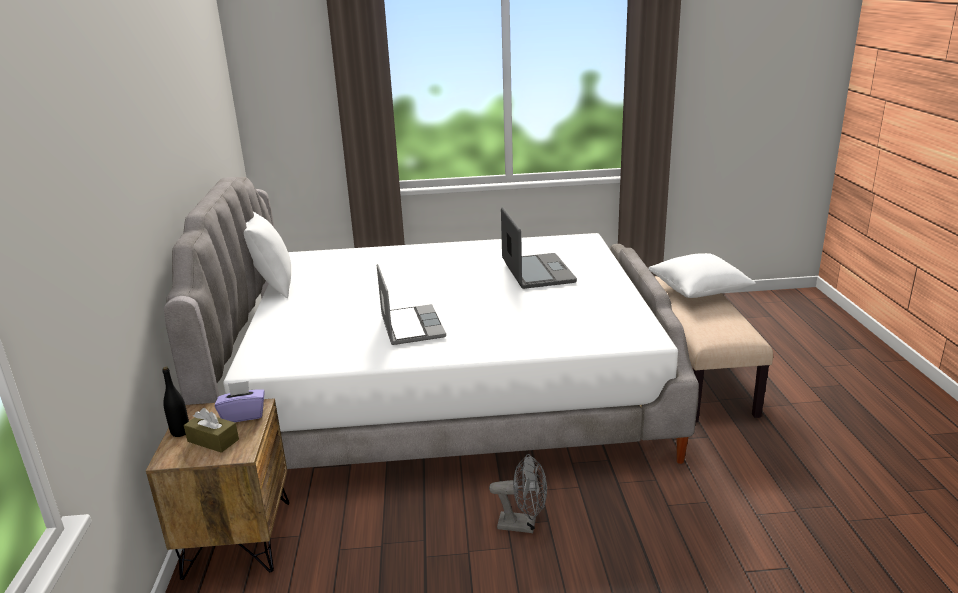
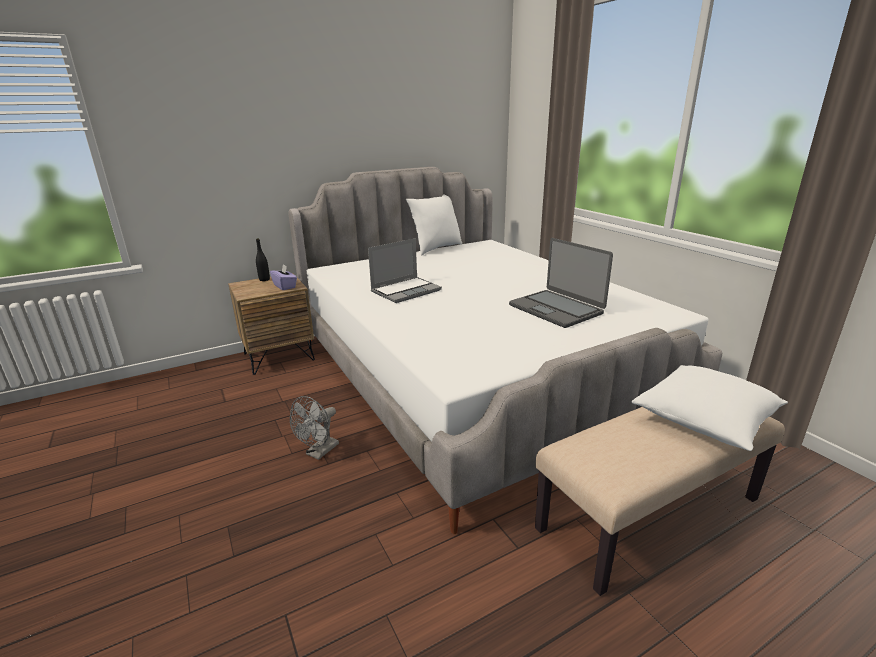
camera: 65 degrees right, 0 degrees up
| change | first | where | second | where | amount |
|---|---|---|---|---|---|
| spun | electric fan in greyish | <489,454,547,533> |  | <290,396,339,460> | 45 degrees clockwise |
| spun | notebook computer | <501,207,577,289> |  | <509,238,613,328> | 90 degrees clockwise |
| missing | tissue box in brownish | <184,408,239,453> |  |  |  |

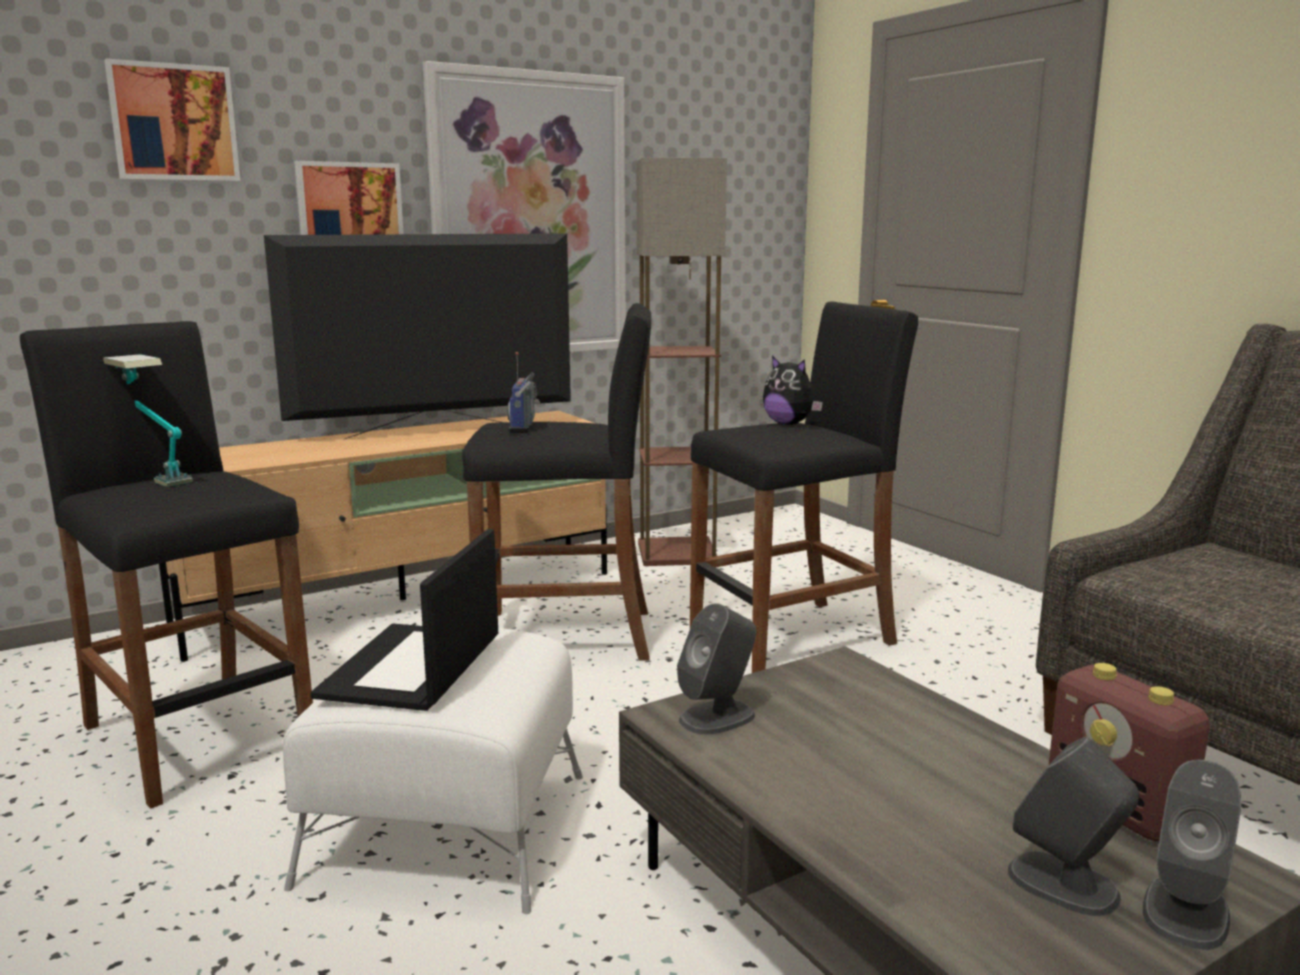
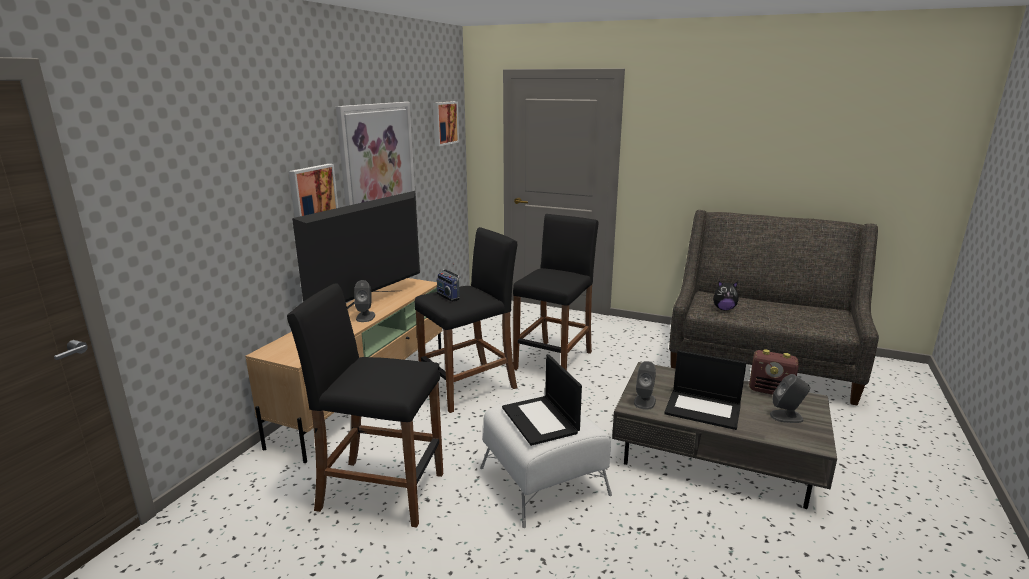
camera: 35 degrees left, 5 degrees up
| change | first | where | second | where | amount |
|---|---|---|---|---|---|
| relocated | audio speaker in greyish | <1143,760,1241,950> |  | <355,280,375,322> |  |
| relocated | picture | <104,59,240,181> |  | <433,101,459,146> |  |
| appeared |  |  | notebook computer | <664,350,746,430> |  |
| relocated | soft toy | <763,356,823,425> |  | <713,281,739,310> |  |
| missing | tabletop lamp | <103,354,193,487> |  |  |  |
| missing | floor lamp | <636,157,727,566> |  |  |  |

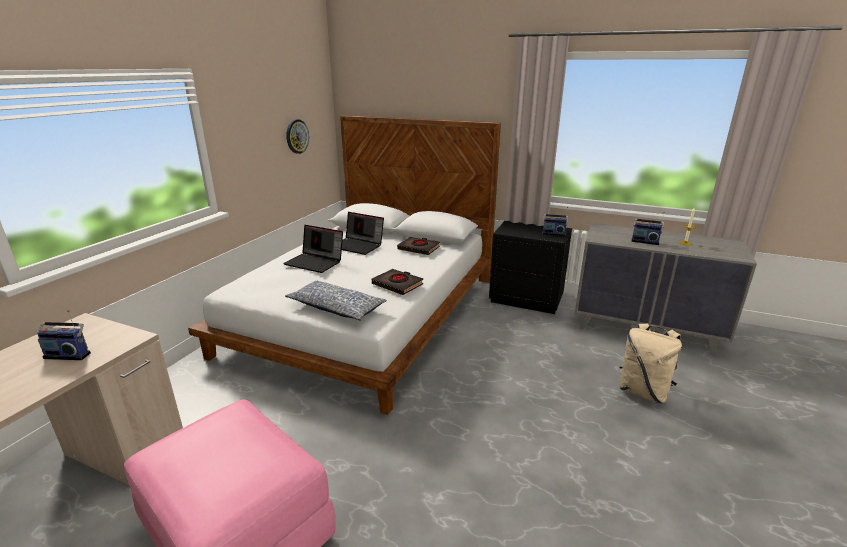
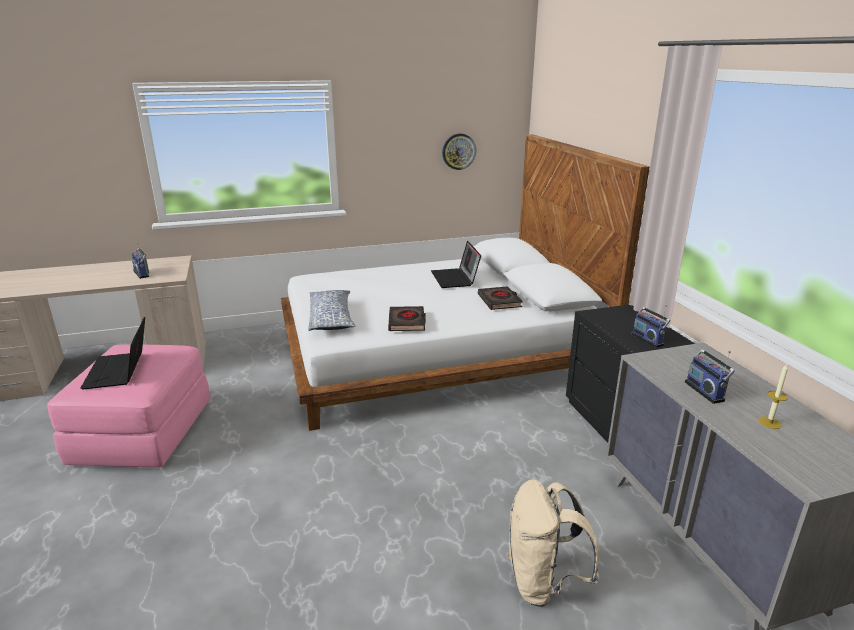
camera: 50 degrees right, 0 degrees up
| change | first | where | second | where | amount |
|---|---|---|---|---|---|
| relocated | notebook computer | <283,225,343,273> |  | <81,317,145,389> |  |

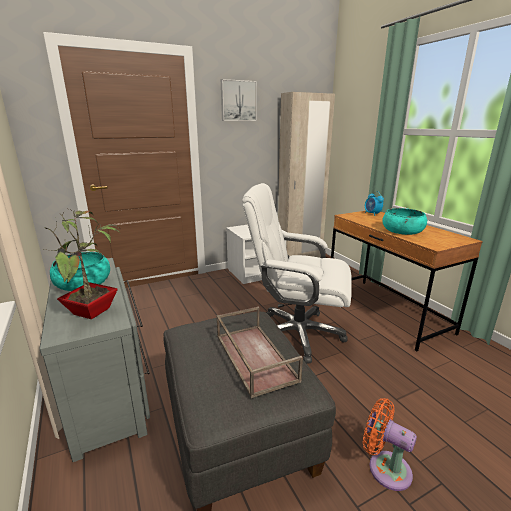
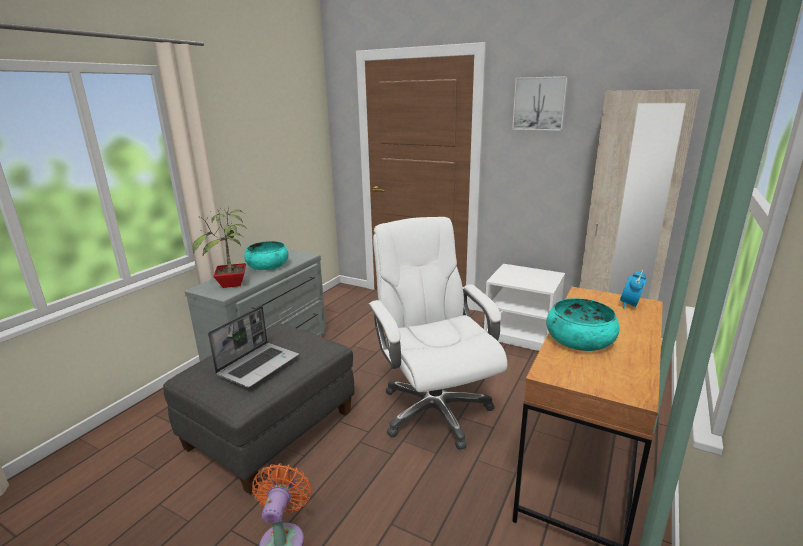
camera: 55 degrees right, 0 degrees up
| change | first | where | second | where | amount |
|---|---|---|---|---|---|
| exchanged | tray in brownish | <216,307,303,399> | notebook computer | <208,306,299,388> |  |

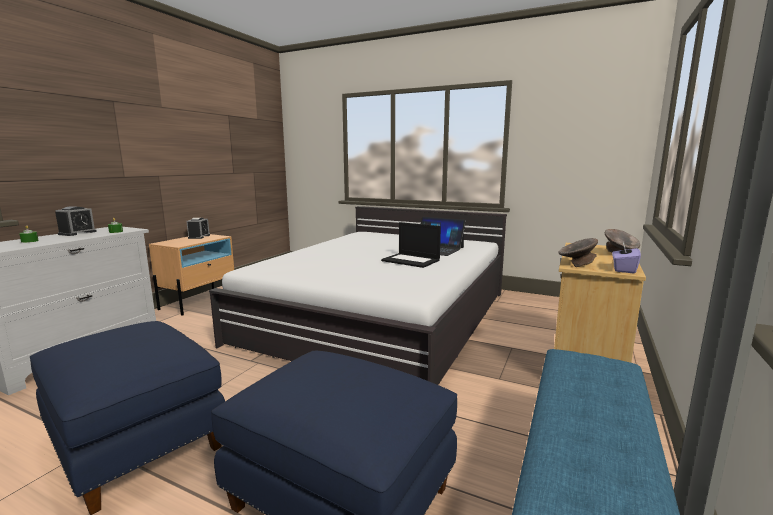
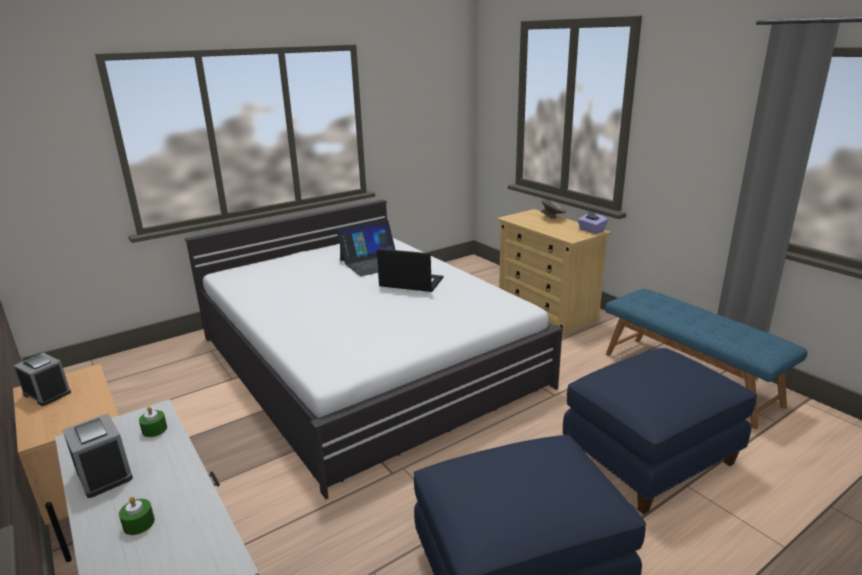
camera: 60 degrees left, 10 degrees up
| change | first | where | second | where | amount |
|---|---|---|---|---|---|
| spun | notebook computer | <381,222,441,268> |  | <377,249,443,292> | 135 degrees counterclockwise |
| missing | deep dish in greyish | <559,238,598,267> |  |  |  |

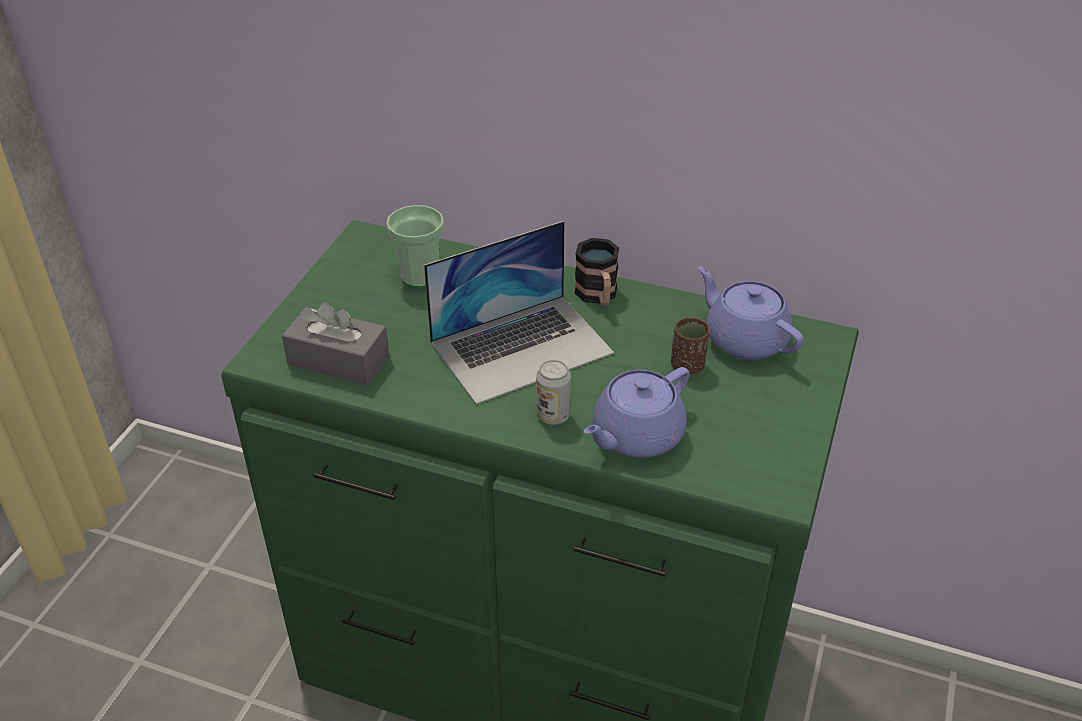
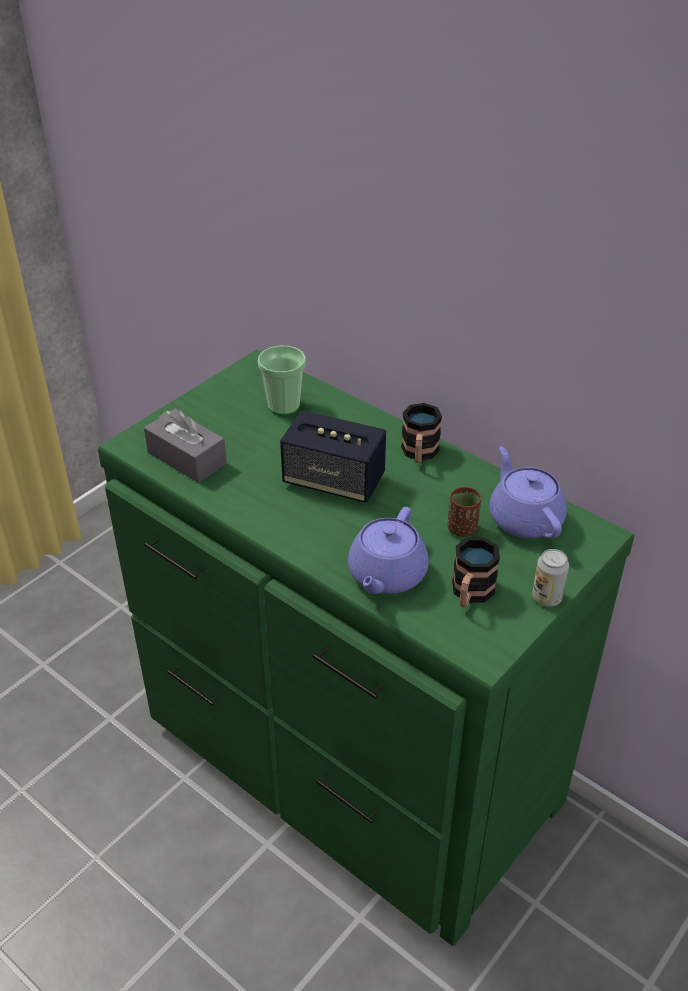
camera: 20 degrees right, 0 degrees up
| change | first | where | second | where | amount |
|---|---|---|---|---|---|
| exchanged | notebook computer | <424,221,614,405> | audio speaker | <280,410,386,503> |  |
| spun | teapot in purplish | <584,367,690,458> |  | <348,507,429,594> | 45 degrees counterclockwise |
| appeared |  |  | mug | <452,537,500,607> |  |
| relocated | metal can | <536,360,571,425> |  | <532,549,569,607> |  |

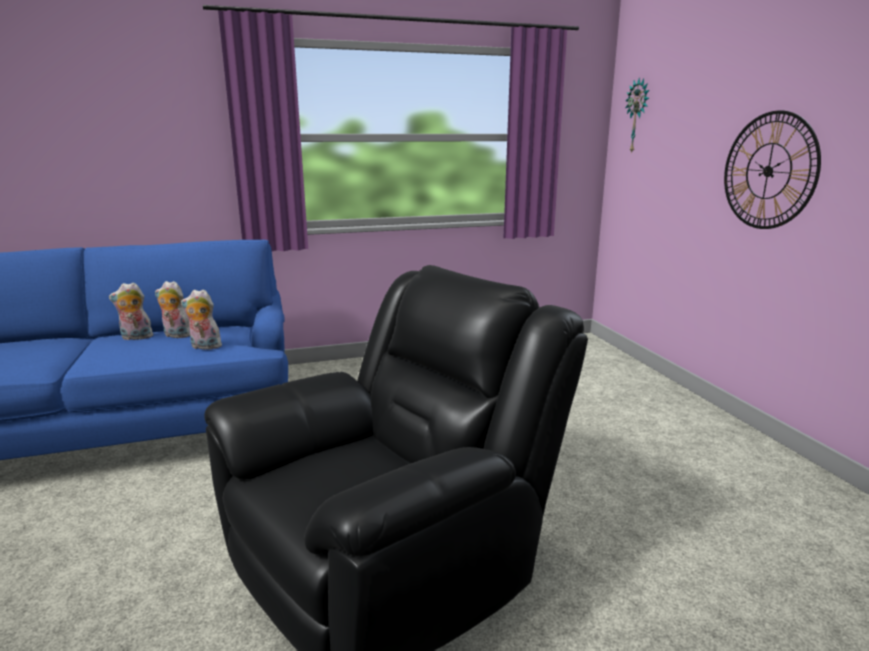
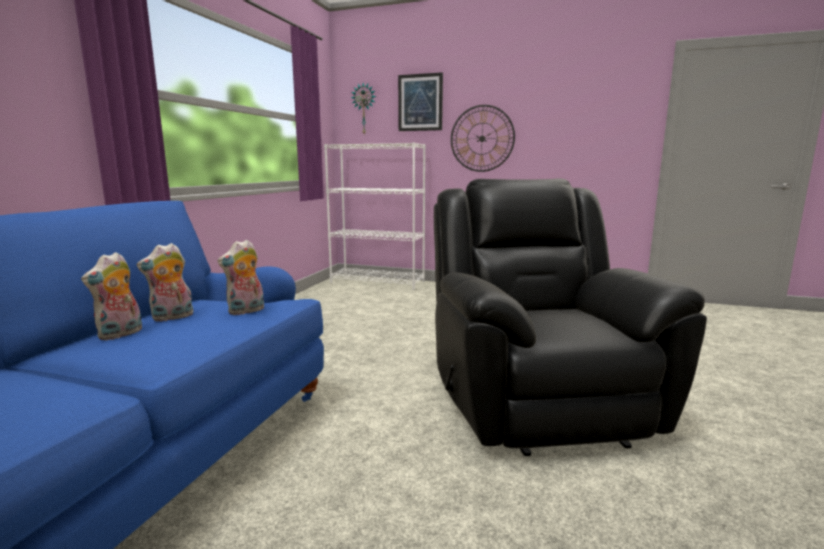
camera: 55 degrees left, 5 degrees down
| change | first | where | second | where | amount |
|---|---|---|---|---|---|
| appeared |  |  | bookcase in white-coloured | <324,143,426,290> |  |
| appeared |  |  | picture | <398,72,443,131> |  |

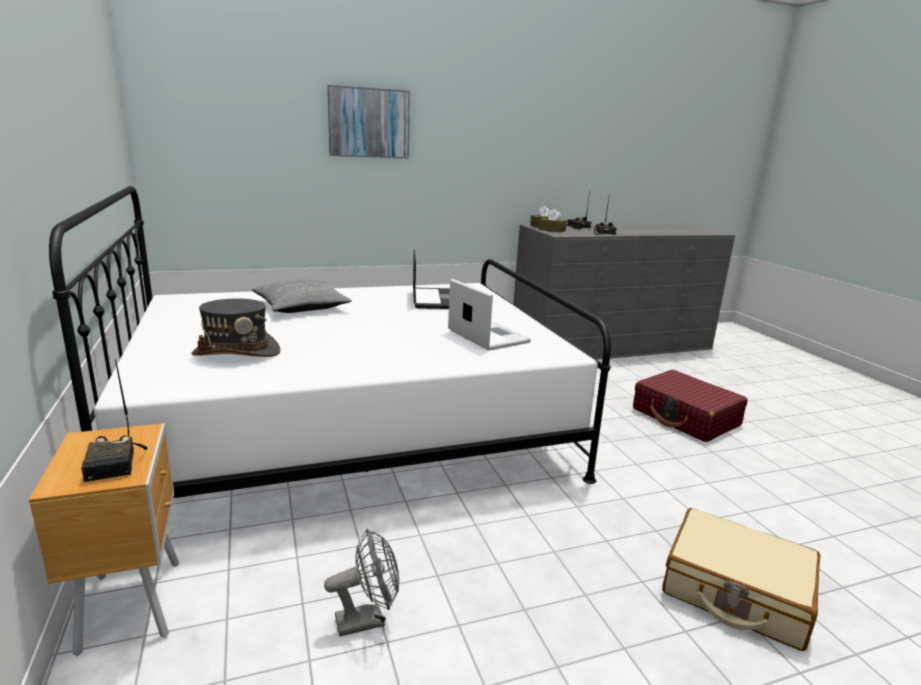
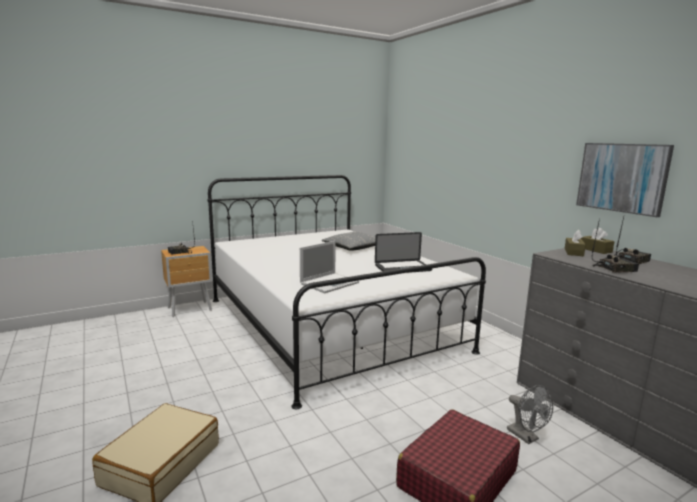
camera: 80 degrees right, 5 degrees down
| change | first | where | second | where | amount |
|---|---|---|---|---|---|
| relocated | electric fan in greyish | <324,529,399,636> |  | <507,385,553,444> |  |
| relocated | picture | <328,85,410,159> |  | <576,143,674,217> |  |
| missing | hat in greyish | <191,299,281,357> |  |  |  |

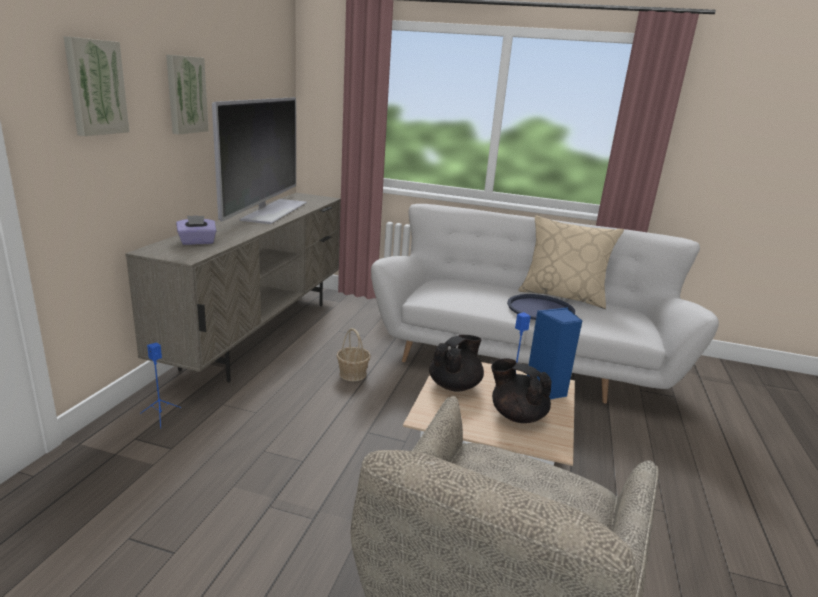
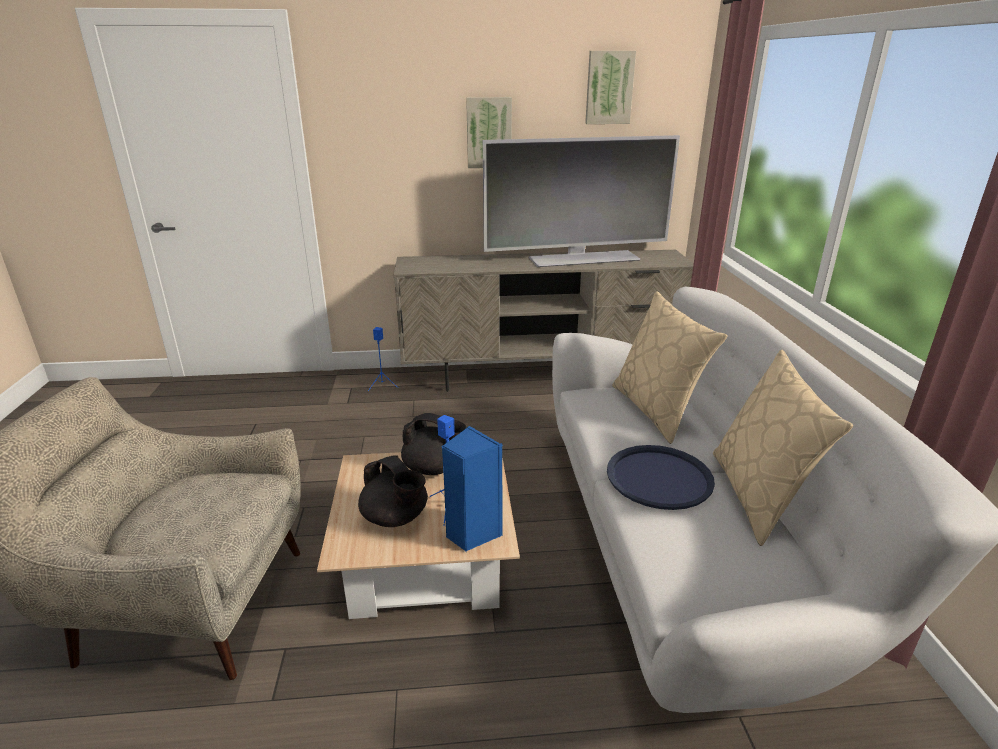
camera: 70 degrees right, 5 degrees up
| change | first | where | second | where | amount |
|---|---|---|---|---|---|
| spun | teapot in blackish | <491,359,552,423> |  | <358,455,428,527> | 120 degrees clockwise |
| relocated | picture | <63,36,129,136> |  | <585,51,636,124> |  |
| appeared |  |  | throw pillow in beige | <612,291,727,444> |  |
| missing | tissue box in purplish | <176,216,216,245> |  |  |  |
| missing | storage basket | <337,328,371,381> |  |  |  |

